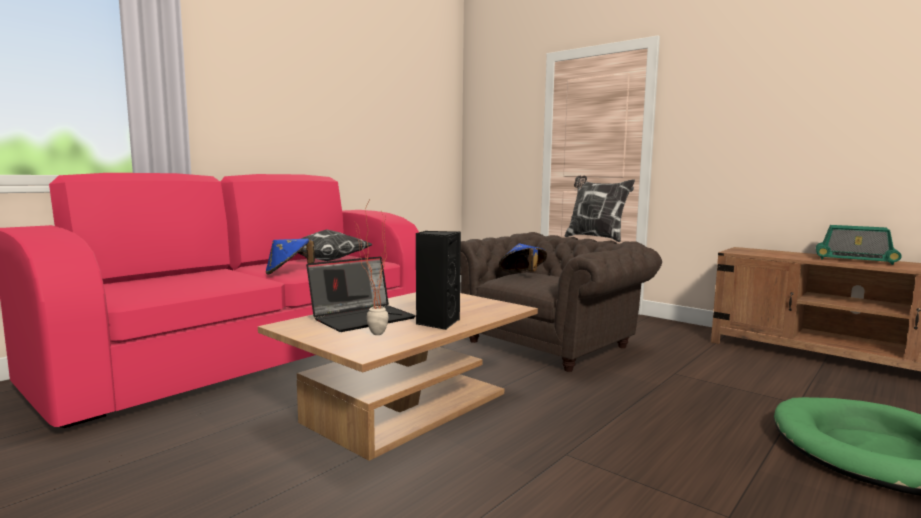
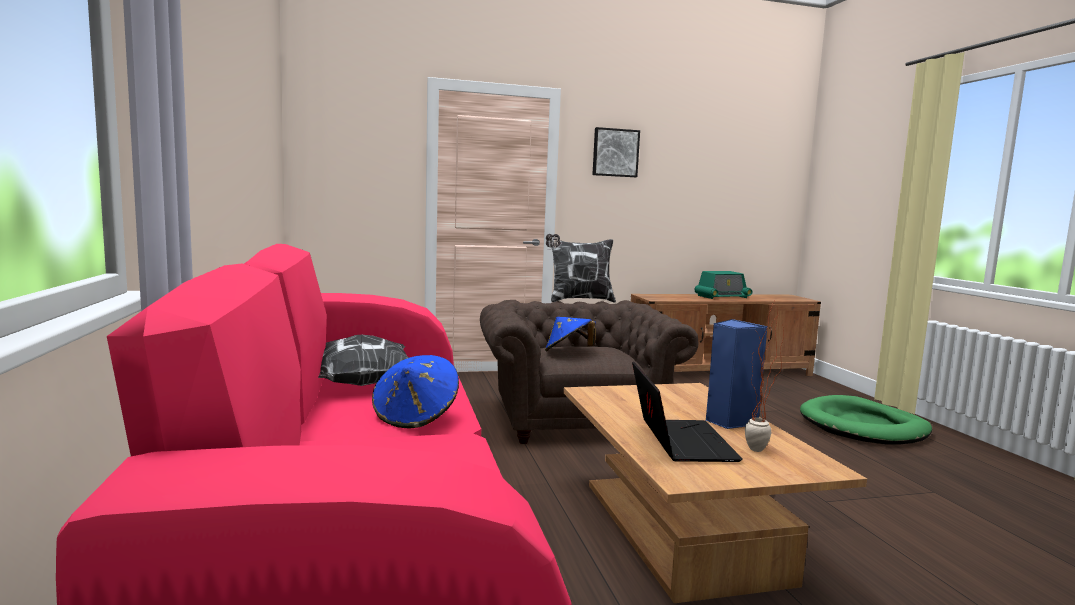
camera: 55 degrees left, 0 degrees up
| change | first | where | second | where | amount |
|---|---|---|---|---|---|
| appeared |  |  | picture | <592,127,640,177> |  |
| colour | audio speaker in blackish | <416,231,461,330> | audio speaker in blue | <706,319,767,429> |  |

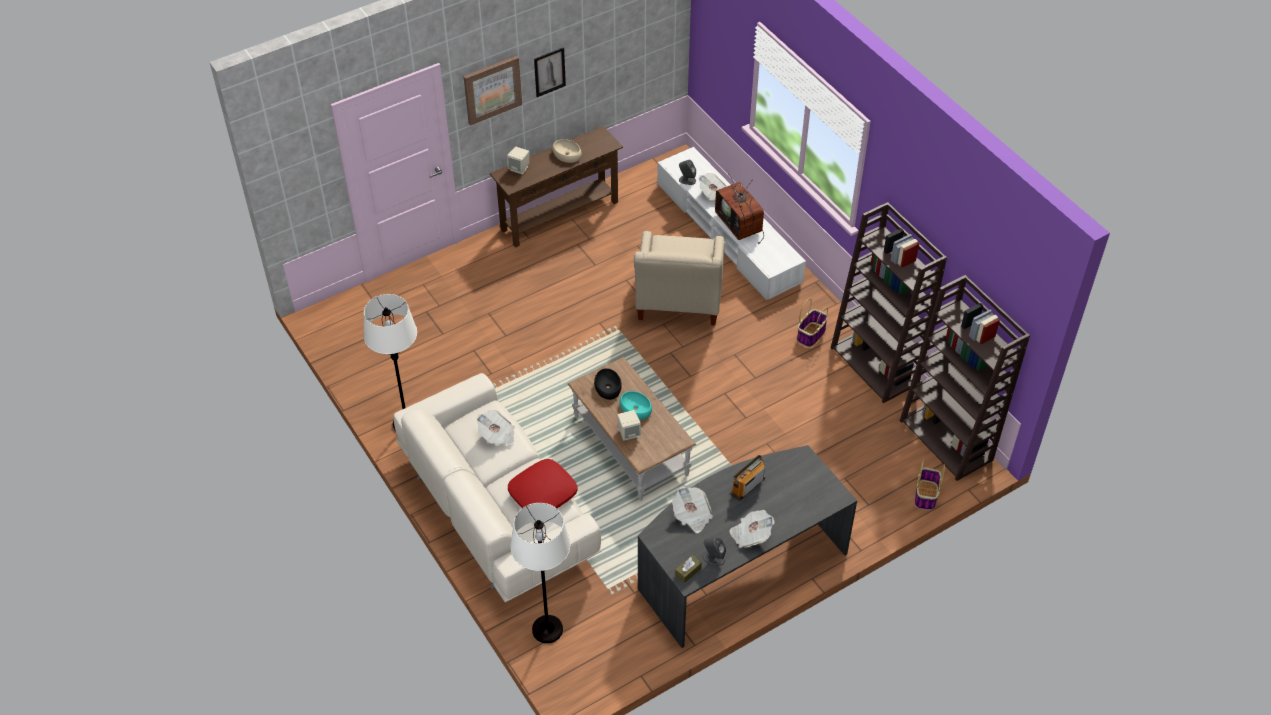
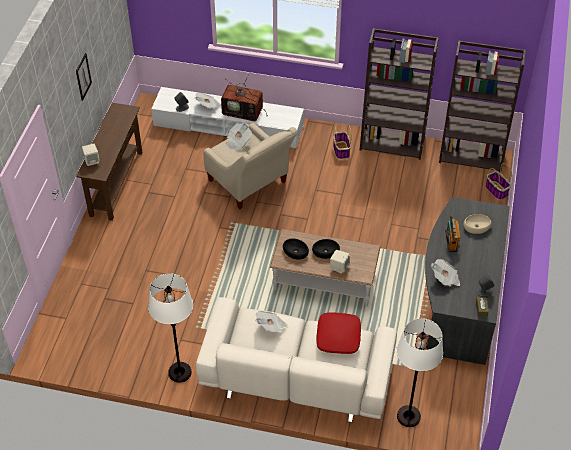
camera: 45 degrees left, 0 degrees up
| change | first | where | second | where | amount |
|---|---|---|---|---|---|
| relocated | printed paper | <729,510,775,548> |  | <226,123,252,151> |  |
| colour | deep dish in blue-green | <620,391,652,420> | deep dish in blackish | <312,239,340,259> |  |
| relocated | deep dish in beige | <552,139,581,163> |  | <463,214,491,234> |  |
| missing | picture | <463,56,522,126> |  |  |  |

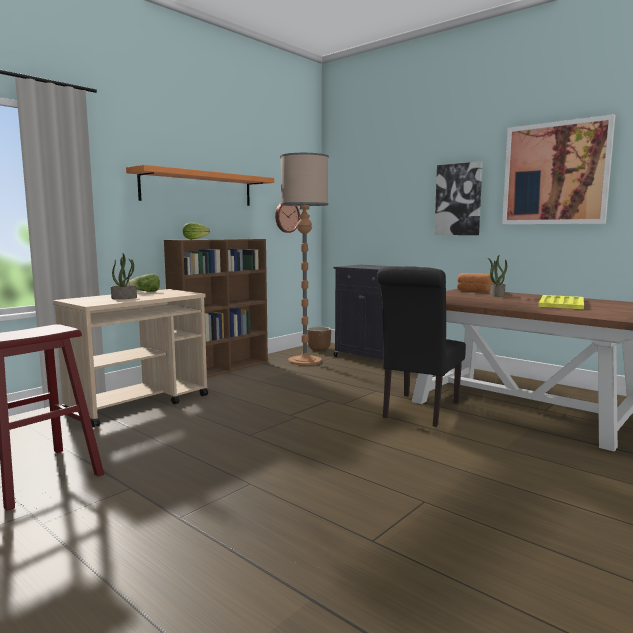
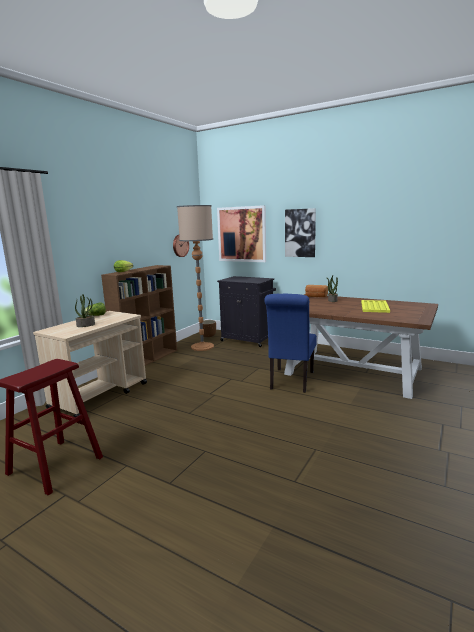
camera: 10 degrees left, 5 degrees up
| change | first | where | second | where | amount |
|---|---|---|---|---|---|
| relocated | picture | <502,114,615,224> |  | <217,205,266,262> |  |
| colour | chair in blackish | <377,266,466,427> | chair in blue | <264,294,317,393> |  |
| missing | bracket shelf in orange | <126,165,274,206> |  |  |  |

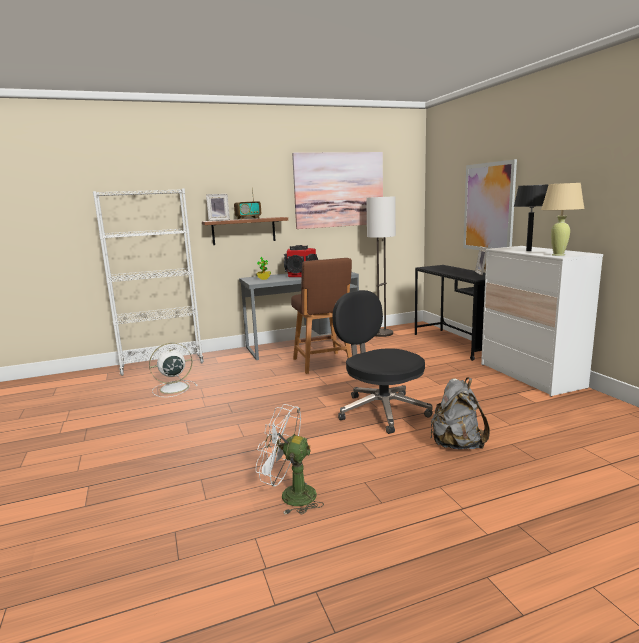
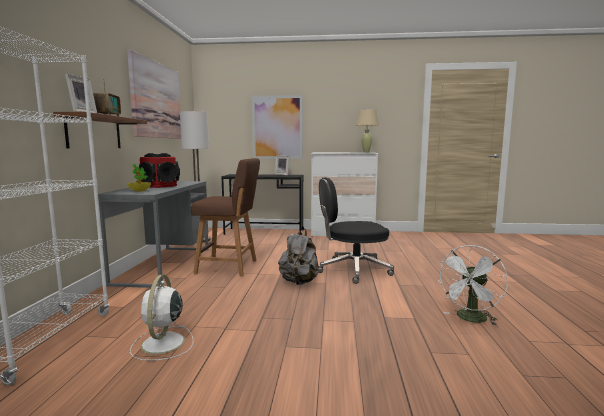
camera: 65 degrees left, 5 degrees down
| change | first | where | second | where | amount |
|---|---|---|---|---|---|
| relocated | knapsack in greyish | <431,377,490,449> |  | <278,229,319,285> |  |
| missing | tabletop lamp in blackish | <514,185,548,251> |  |  |  |

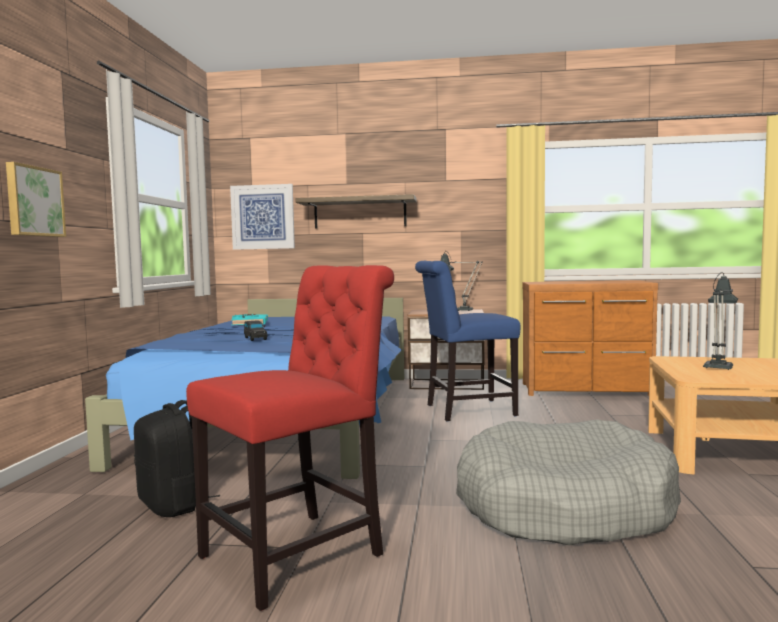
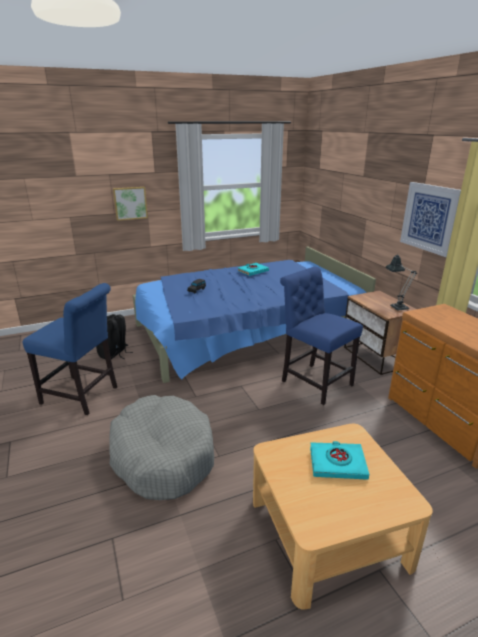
camera: 60 degrees right, 20 degrees up
| change | first | where | second | where | amount |
|---|---|---|---|---|---|
| colour | chair in red-coloured | <186,265,394,611> | chair in blue | <22,283,117,415> |  |
| exchanged | tabletop lamp | <703,272,738,370> | book in blue-green | <310,441,369,480> |  |
| relocated | picture | <230,184,295,250> |  | <400,182,461,257> |  |
| missing | bracket shelf | <295,194,417,229> |  |  |  |

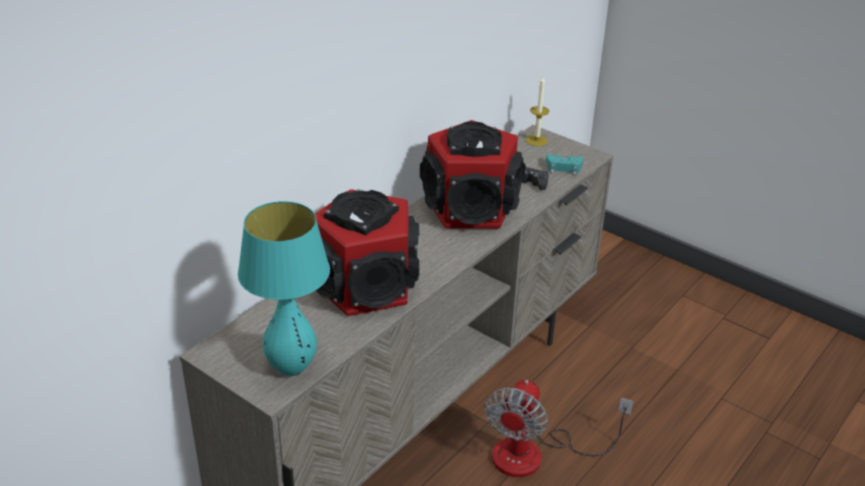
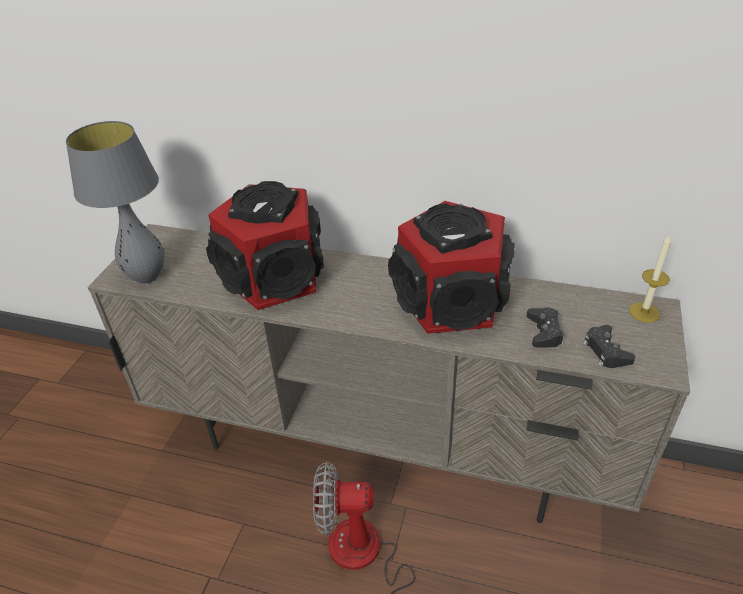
camera: 70 degrees right, 5 degrees up
| change | first | where | second | where | amount |
|---|---|---|---|---|---|
| colour | tabletop lamp in blue-green | <238,201,330,376> | tabletop lamp in greyish | <66,121,164,284> |  |
| colour | game controller in blue-green | <546,154,584,175> | game controller in blackish | <583,325,635,368> |  |

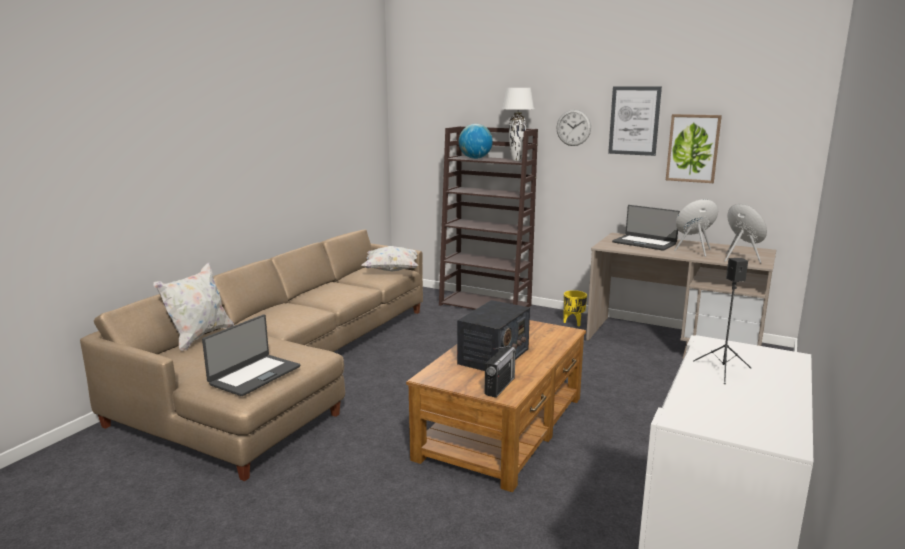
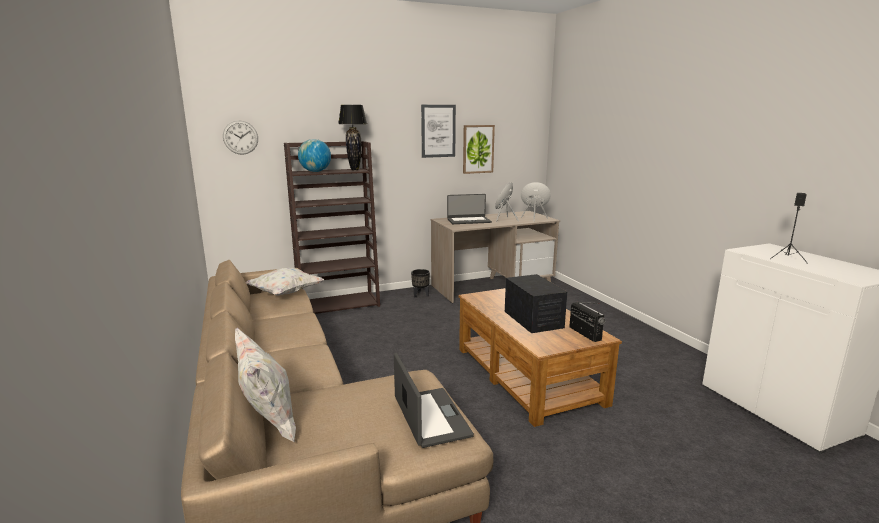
camera: 50 degrees left, 0 degrees up
| change | first | where | second | where | amount |
|---|---|---|---|---|---|
| relocated | wall clock | <556,109,591,146> |  | <223,121,258,155> |  |
| colour | tabletop lamp in white-coloured | <502,88,534,161> | tabletop lamp in blackish | <338,105,367,170> |  |
| colour | plant pot in yellowish | <564,290,587,327> | plant pot in blackish | <411,269,430,297> |  |

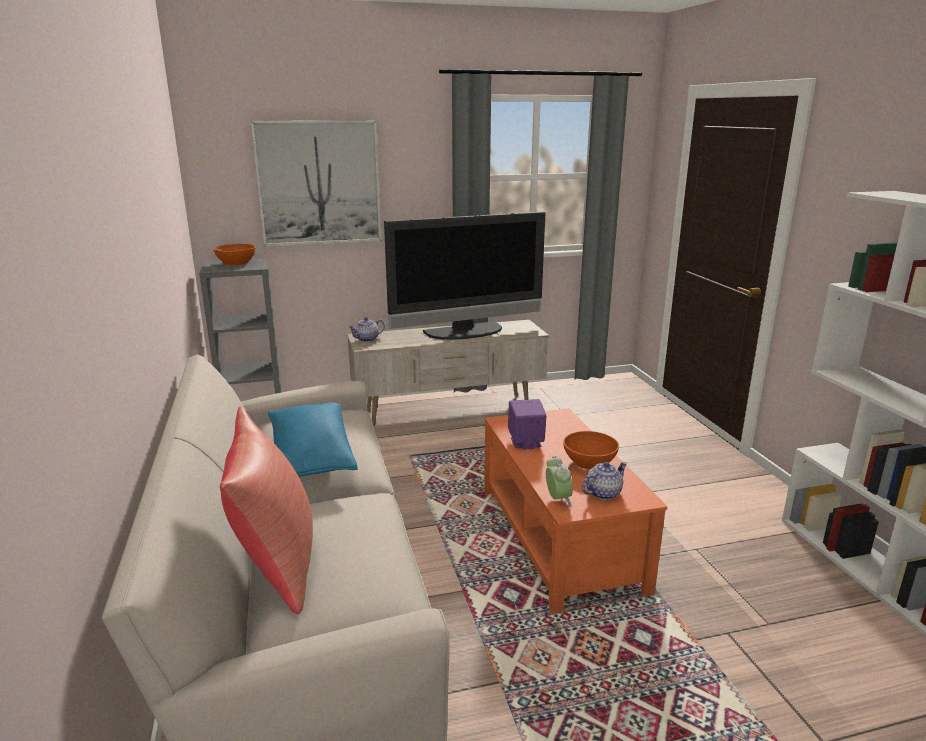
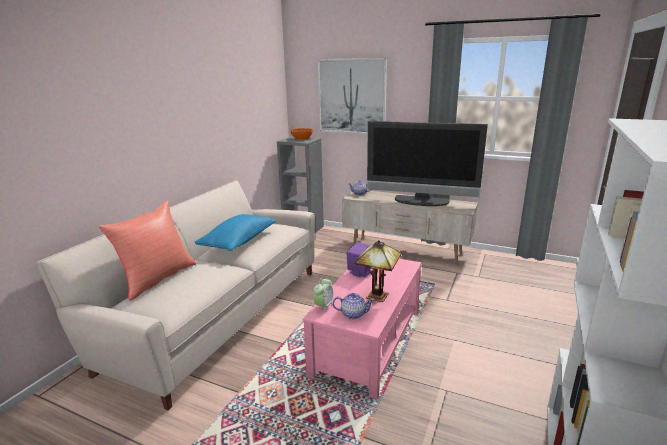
camera: 40 degrees right, 0 degrees up
| change | first | where | second | where | amount |
|---|---|---|---|---|---|
| colour | lounge table in orange | <484,408,667,614> | lounge table in pink | <303,259,422,399> |  |
| exchanged | deep dish in orange | <563,431,619,470> | tabletop lamp | <354,240,402,302> |  |

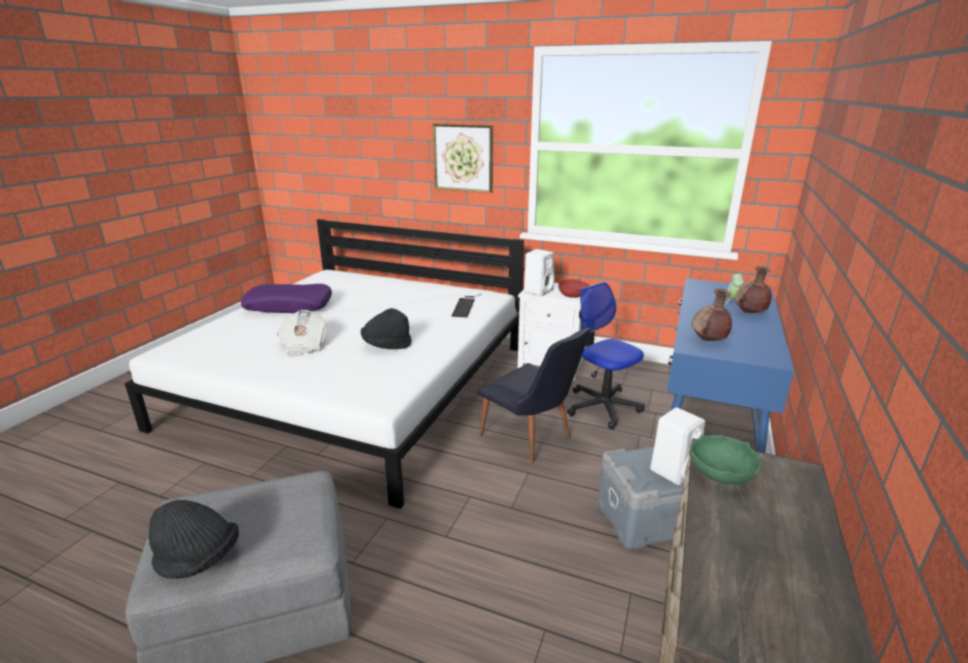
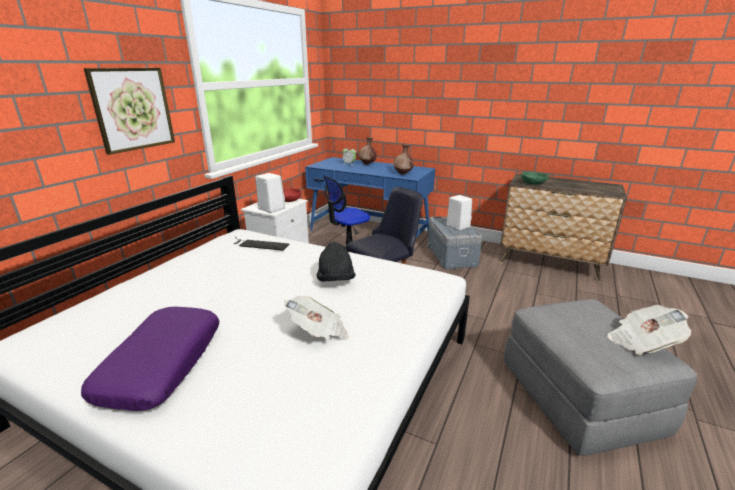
camera: 85 degrees left, 0 degrees up
| change | first | where | second | where | amount |
|---|---|---|---|---|---|
| exchanged | hat in blackish | <149,500,239,579> | printed paper | <607,305,691,355> |  |

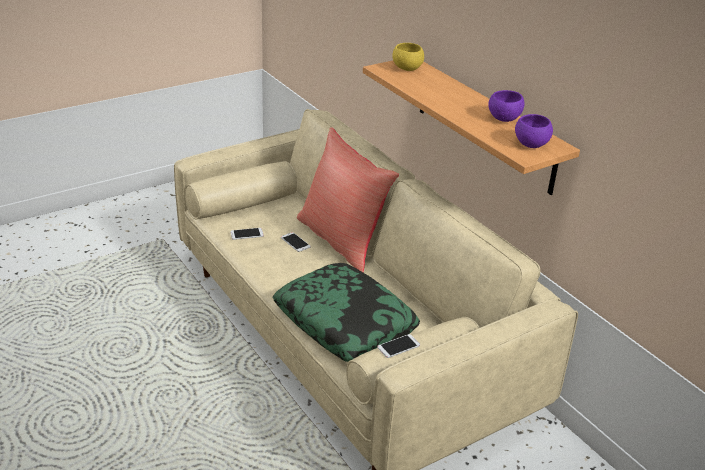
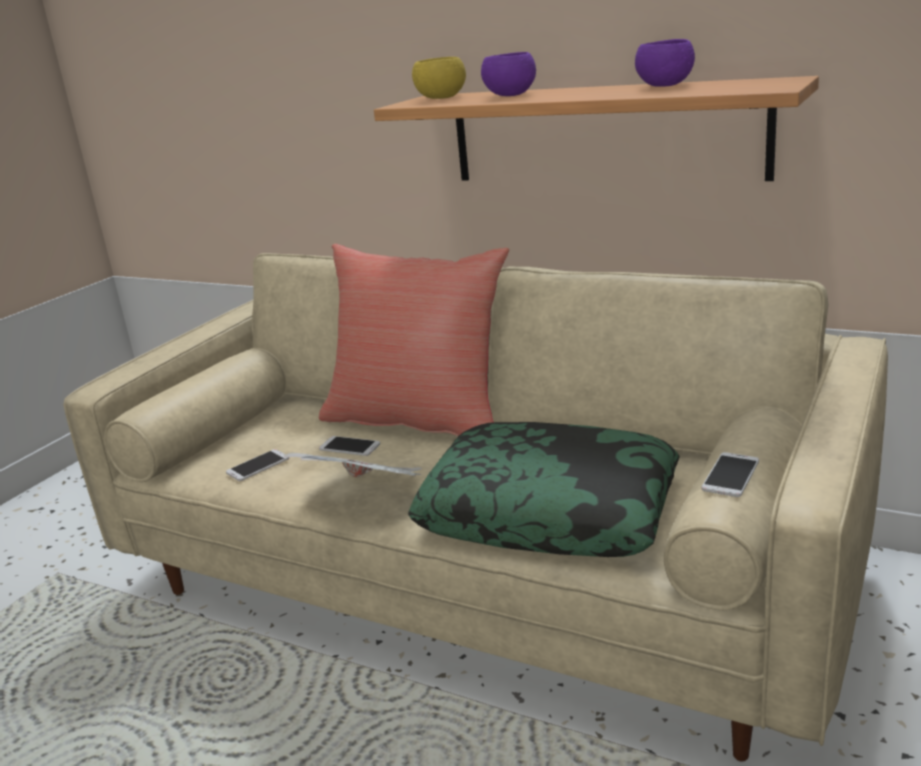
camera: 25 degrees left, 10 degrees down
| change | first | where | second | where | amount |
|---|---|---|---|---|---|
| appeared |  |  | printed paper | <284,453,422,477> |  |
| relocated | deep dish in purplish | <515,114,553,148> |  | <481,52,536,96> |  |

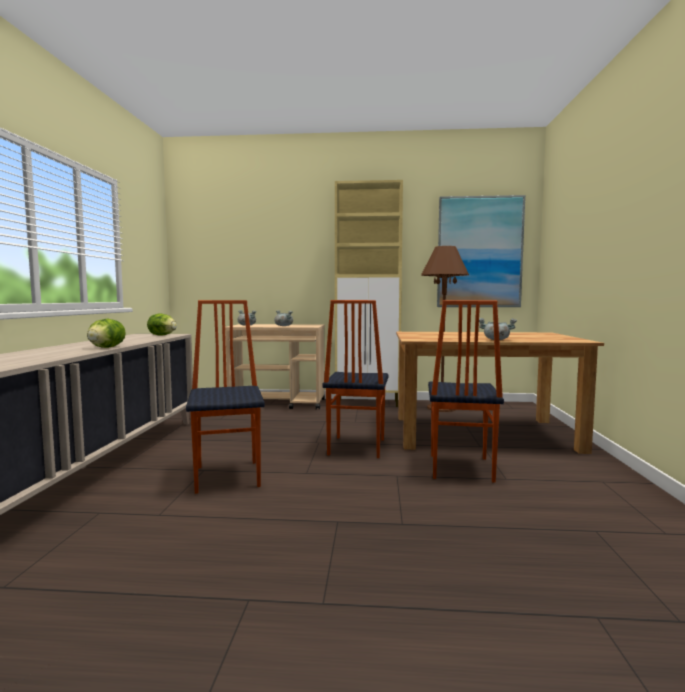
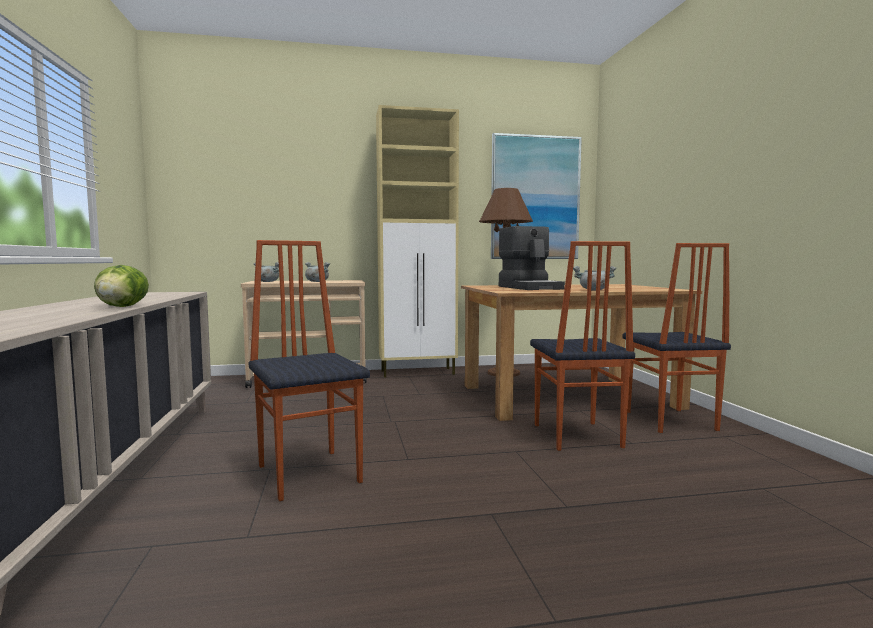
camera: 15 degrees left, 0 degrees up
| change | first | where | second | where | amount |
|---|---|---|---|---|---|
| appeared |  |  | coffee brewer | <499,226,565,290> |  |
| relocated | chair | <322,300,389,458> |  | <622,243,731,433> |  |
| missing | lettuce head | <147,314,177,336> |  |  |  |

